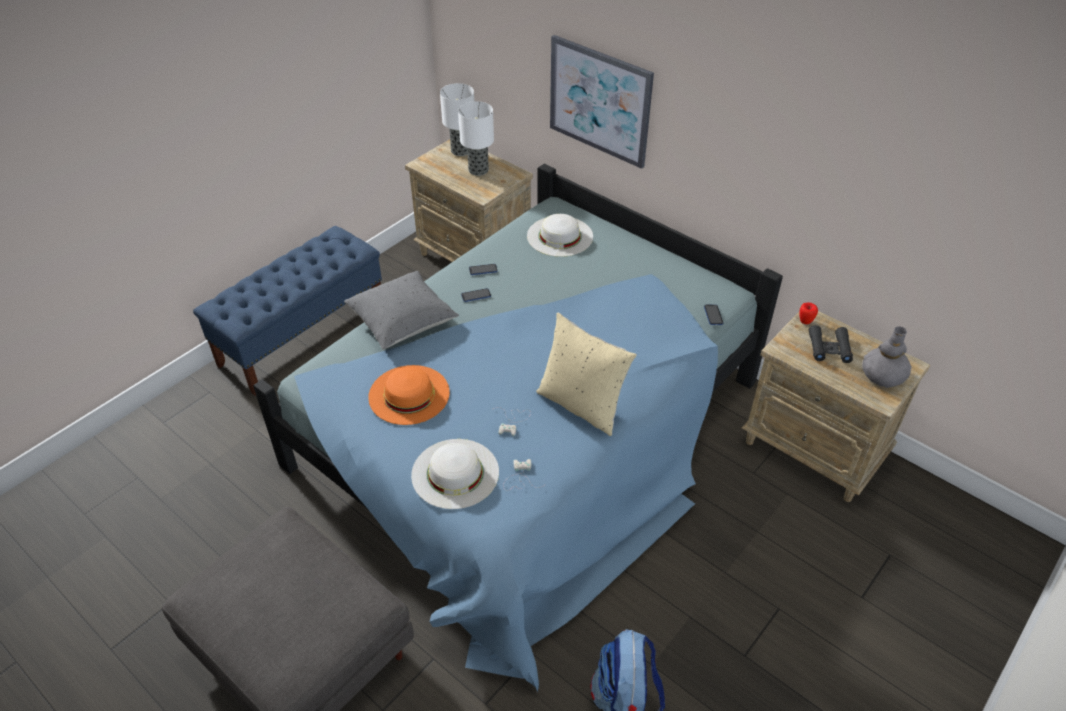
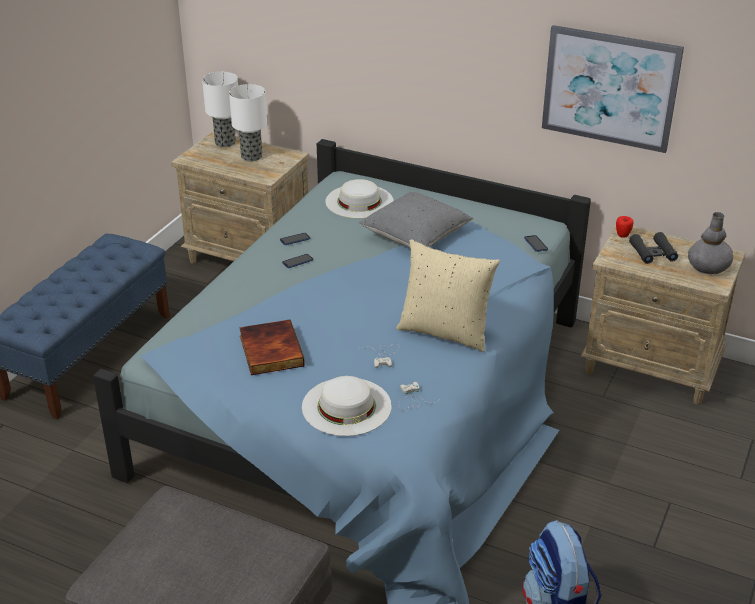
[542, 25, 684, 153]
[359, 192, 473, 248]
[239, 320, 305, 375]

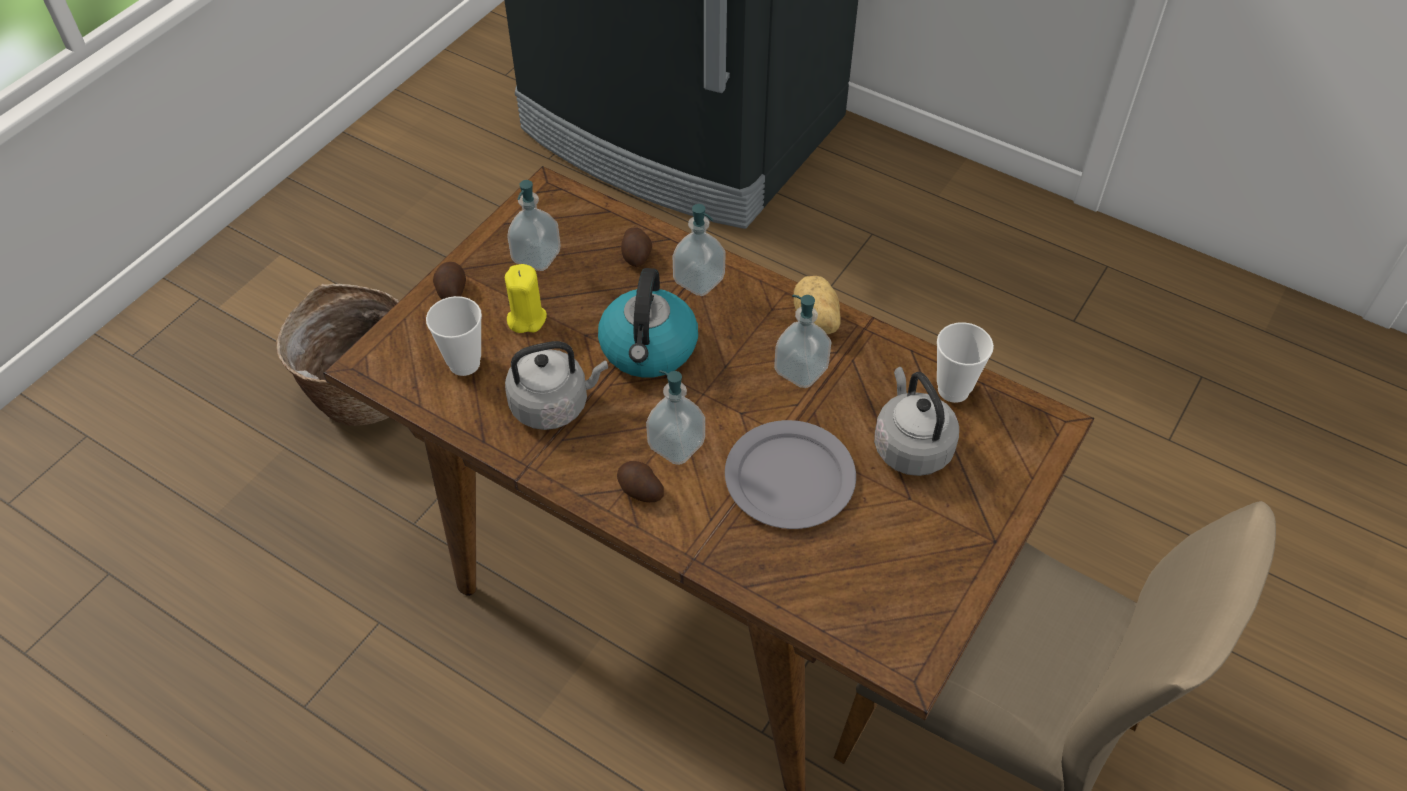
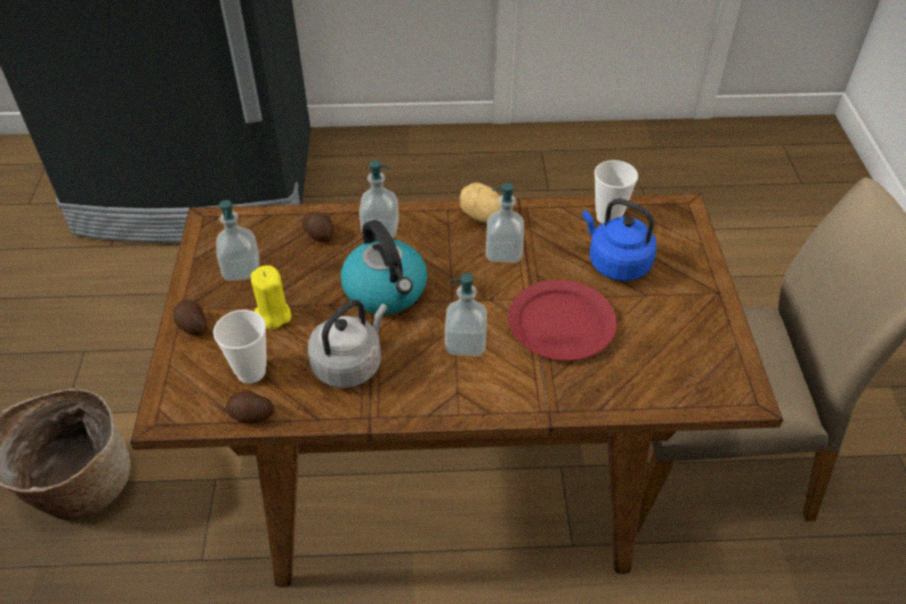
[582, 198, 657, 281]
[508, 280, 617, 361]
[225, 390, 275, 423]

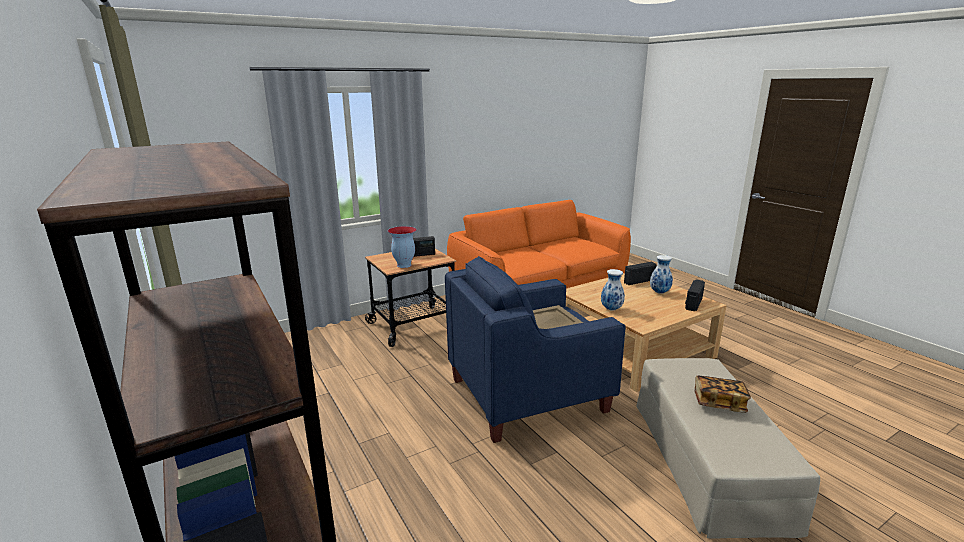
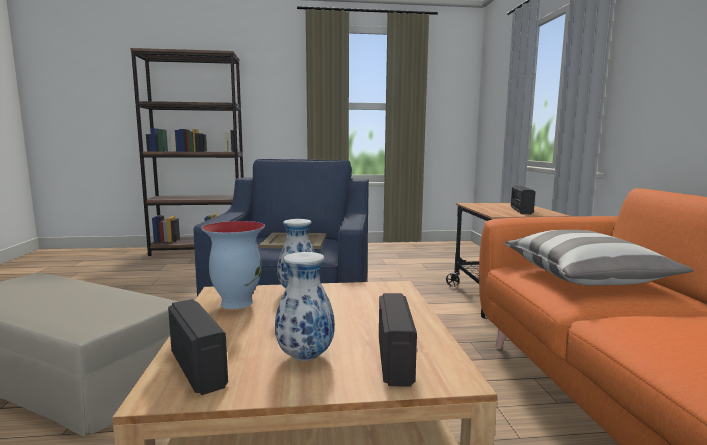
[201, 221, 265, 309]
[695, 375, 751, 413] (first image)
[504, 230, 693, 286]

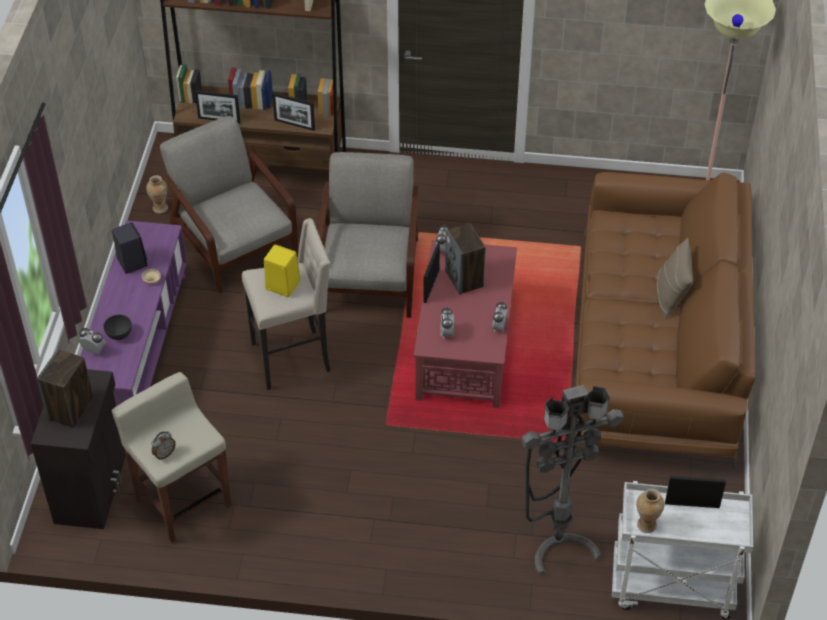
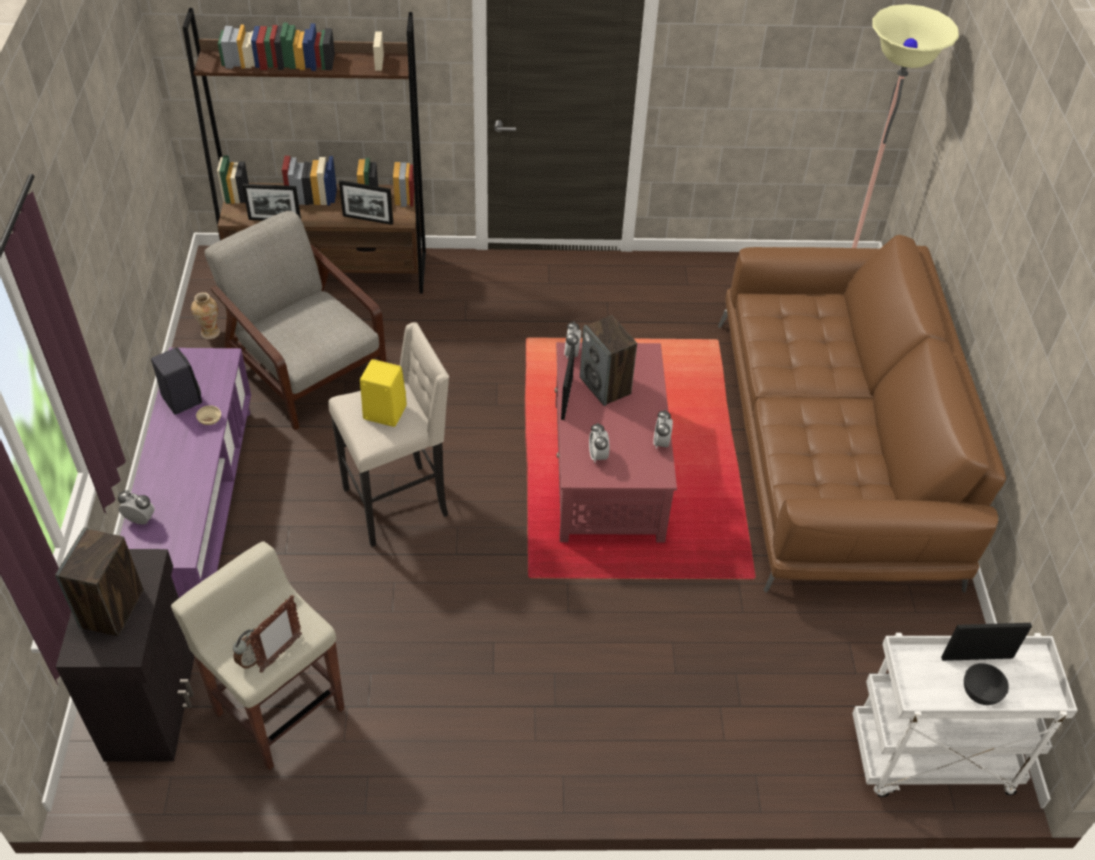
[317, 152, 418, 318] (first image)
[657, 238, 693, 319] (first image)
[964, 663, 1009, 705]
[522, 385, 624, 576] (first image)
[636, 489, 664, 533] (first image)
[249, 595, 302, 673]

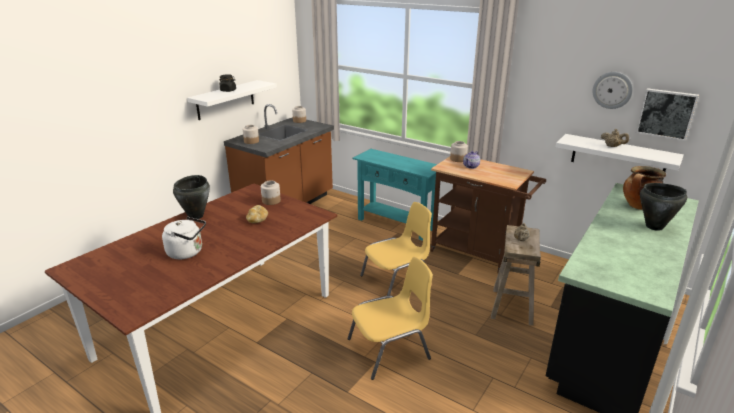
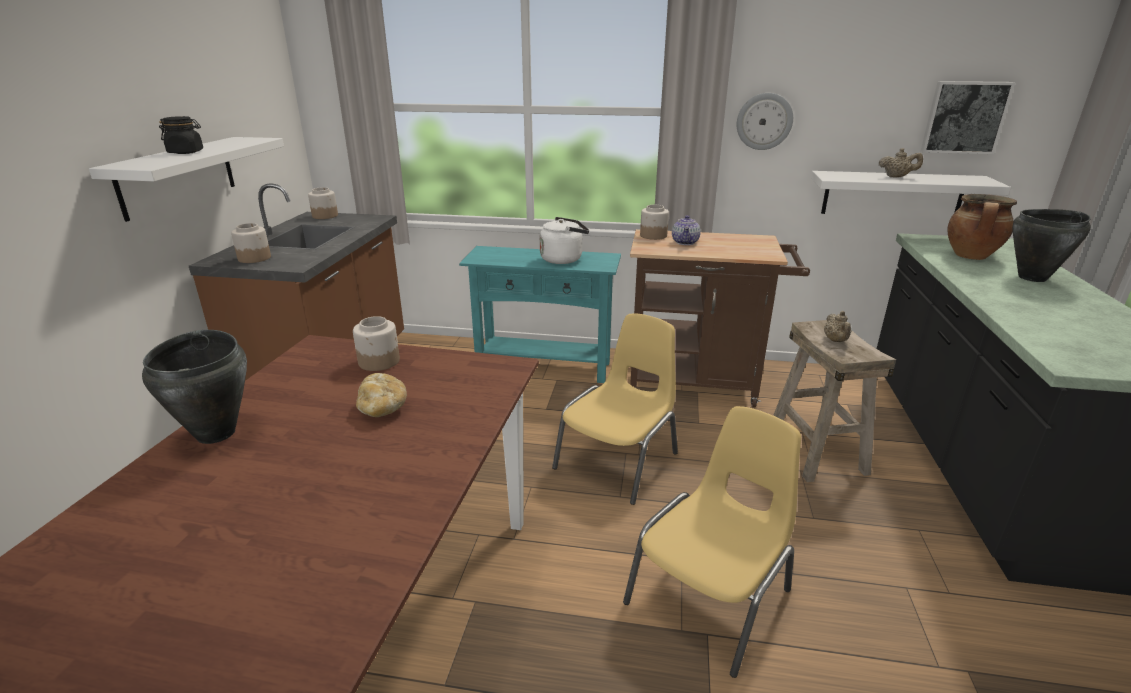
[737, 93, 793, 150]
[540, 217, 589, 264]

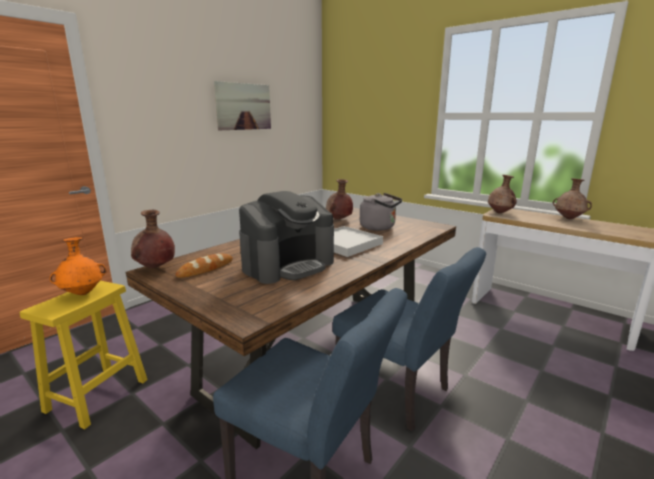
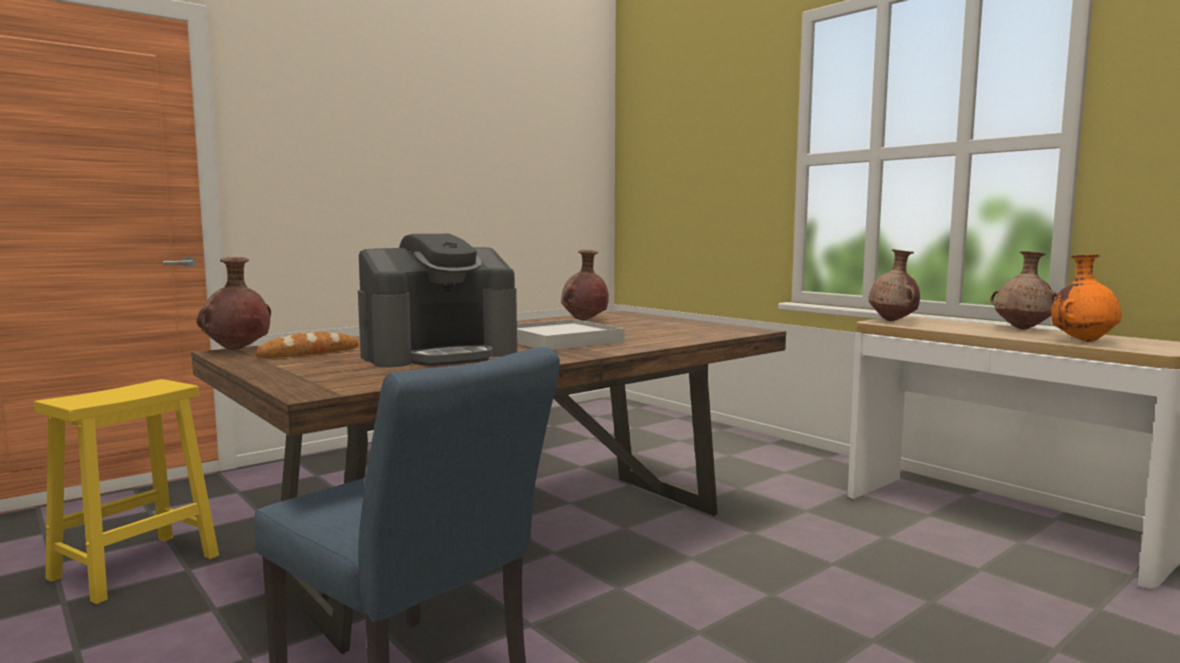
[214, 81, 271, 130] (first image)
[360, 193, 402, 231] (first image)
[1051, 254, 1121, 342]
[333, 247, 486, 431] (first image)

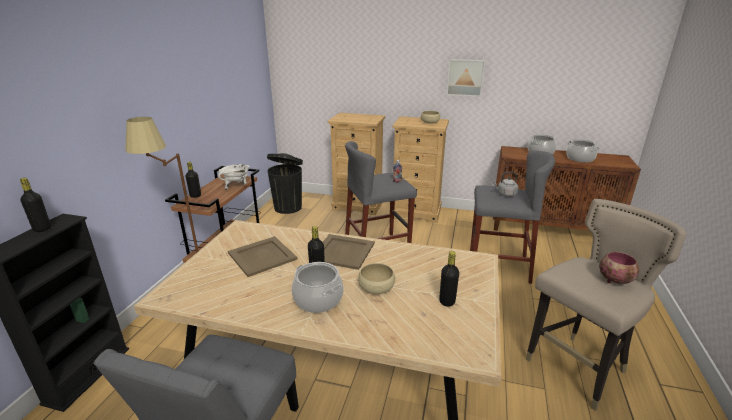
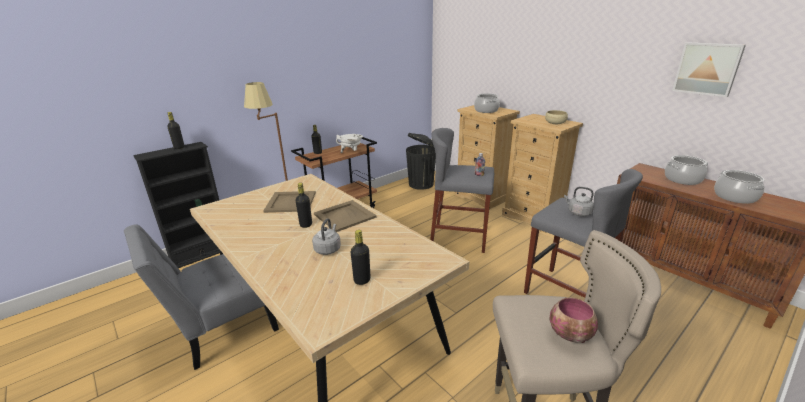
[672, 42, 746, 97]
[474, 93, 500, 113]
[312, 218, 341, 255]

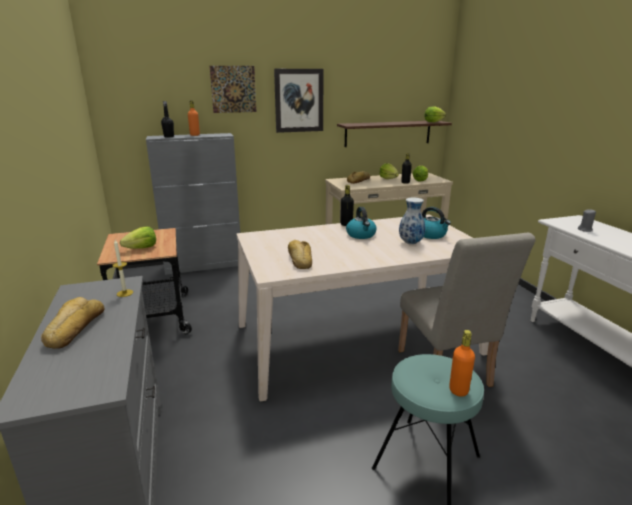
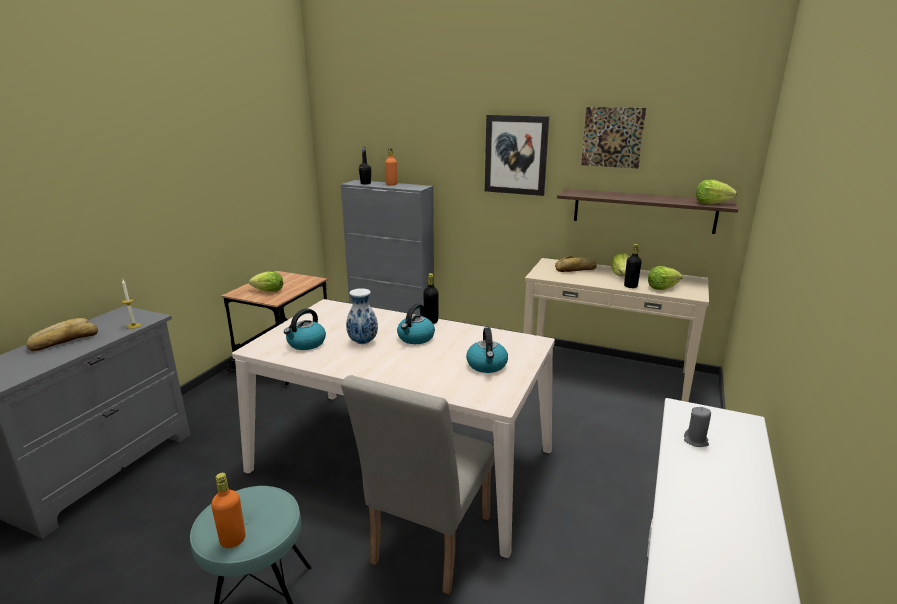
[581, 107, 646, 168]
[346, 288, 378, 344]
[284, 308, 326, 350]

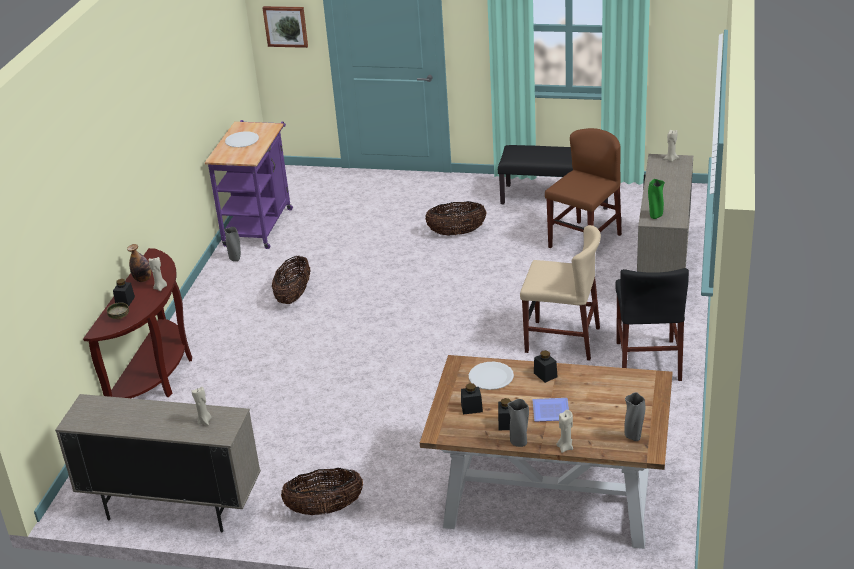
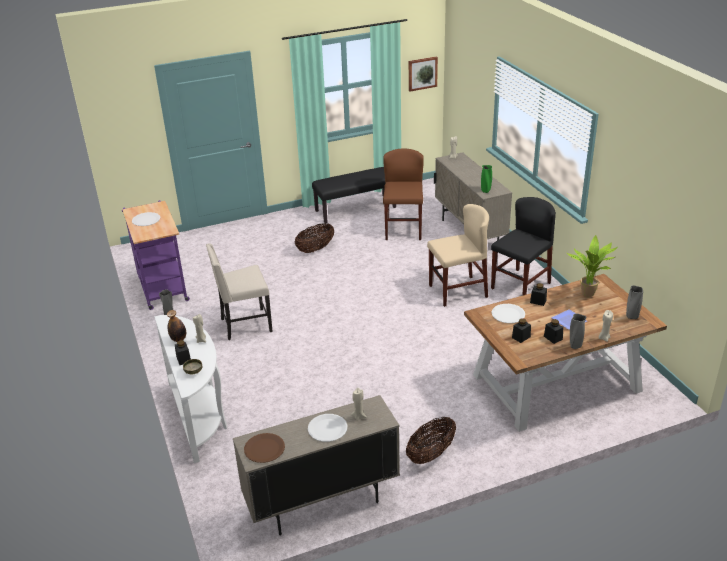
[409, 56, 438, 91]
[154, 315, 227, 463]
[206, 243, 273, 340]
[491, 197, 556, 296]
[567, 235, 618, 297]
[308, 414, 348, 442]
[244, 433, 285, 463]

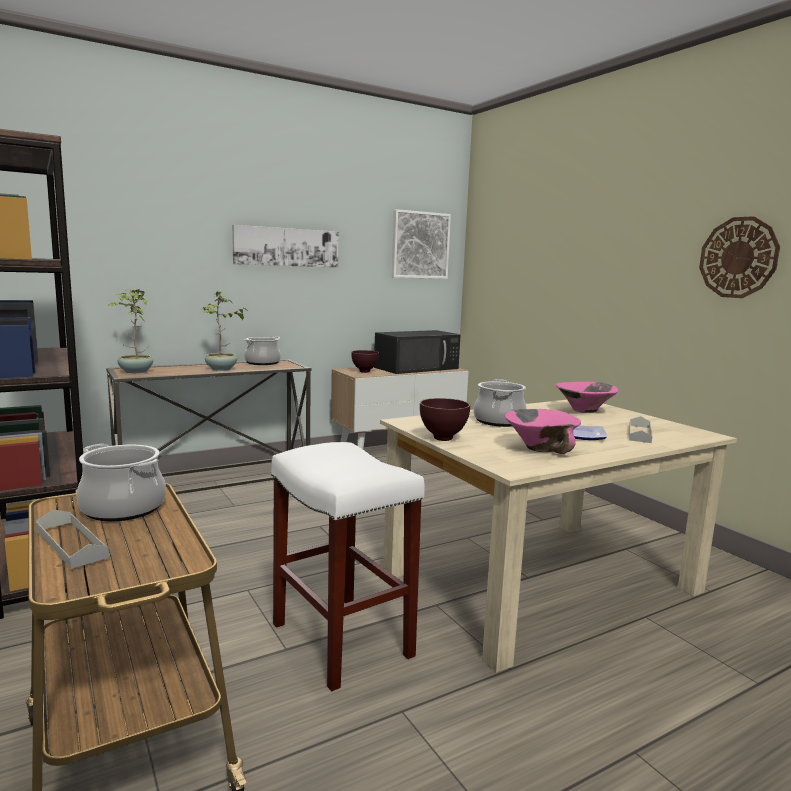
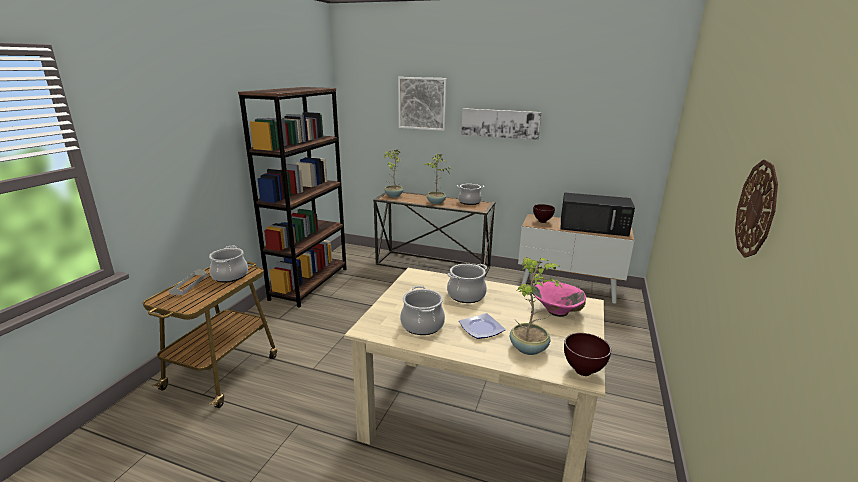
[398, 77, 447, 131]
[564, 333, 611, 376]
[400, 286, 445, 335]
[510, 257, 563, 355]
[271, 442, 425, 691] (first image)

